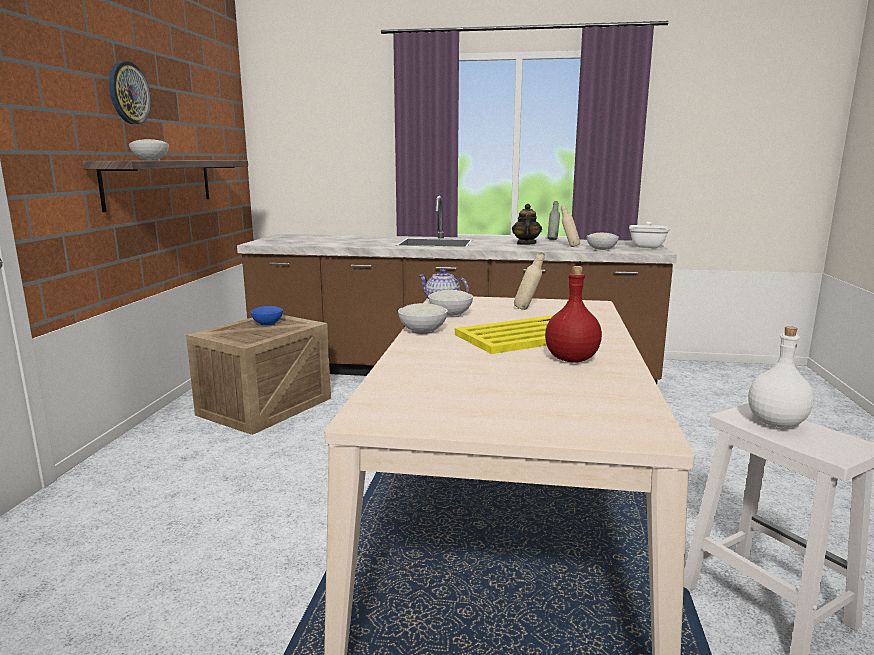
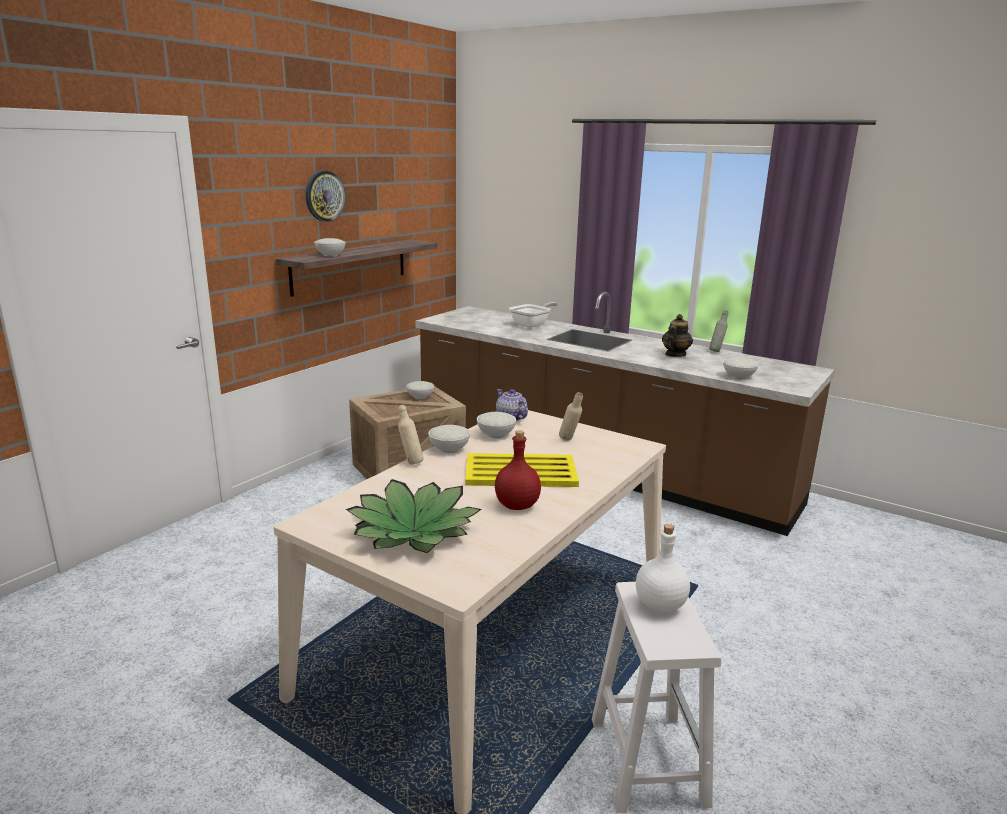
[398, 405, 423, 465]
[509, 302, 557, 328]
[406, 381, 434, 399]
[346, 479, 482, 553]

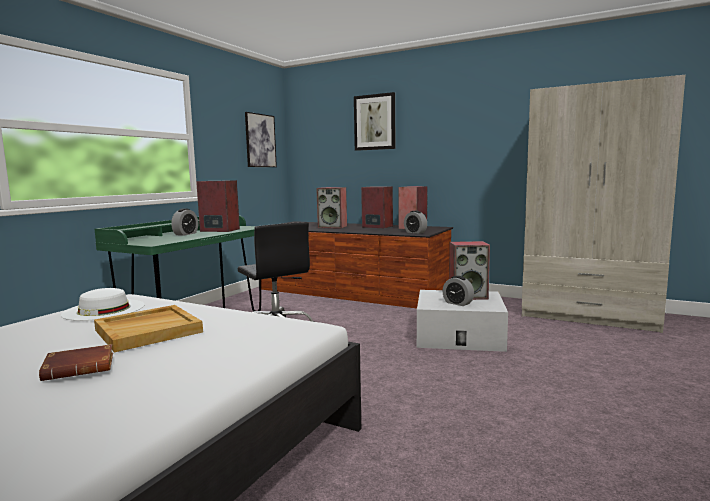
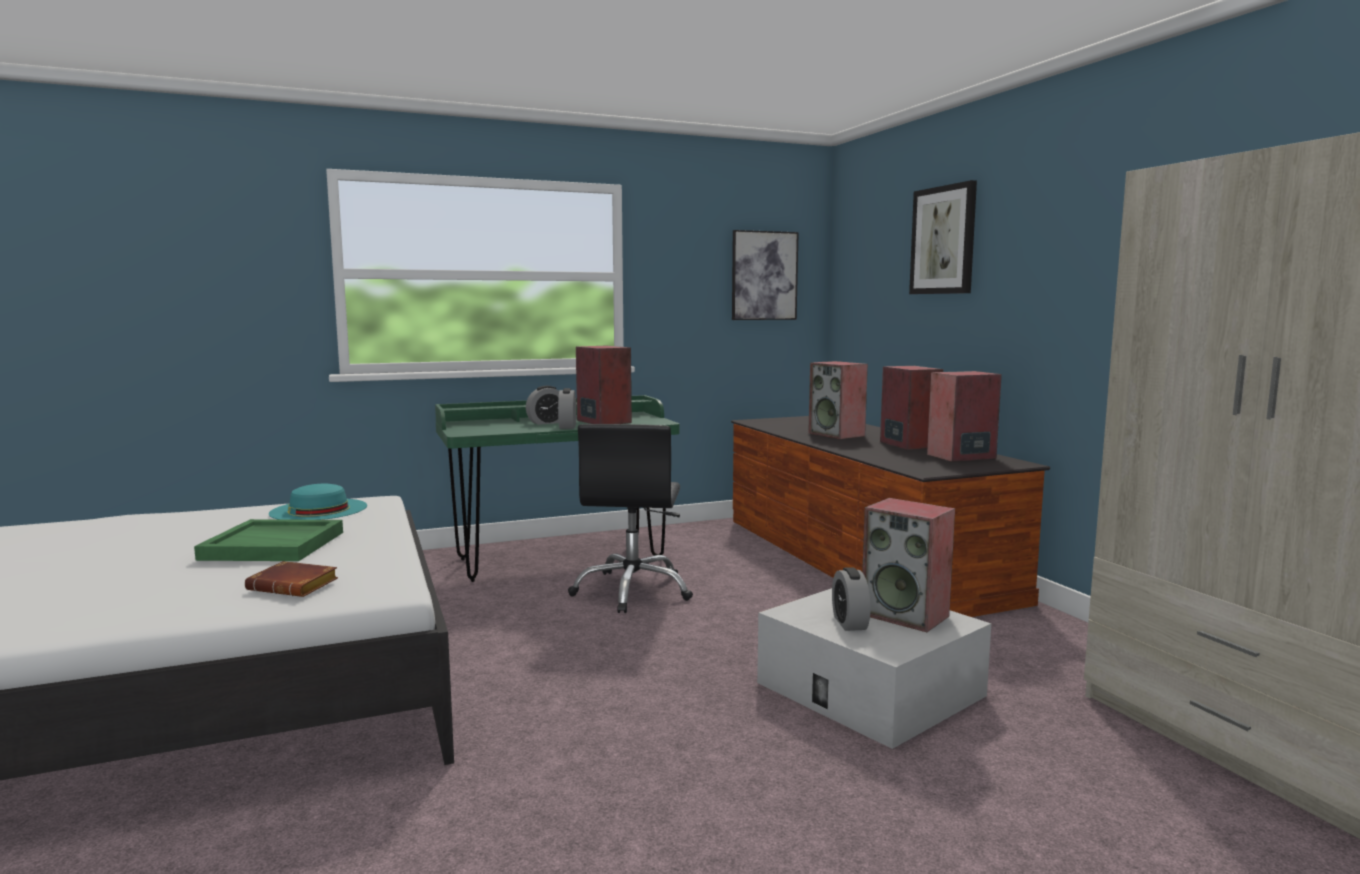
[558, 388, 576, 429]
[269, 484, 367, 520]
[194, 519, 343, 561]
[245, 561, 338, 597]

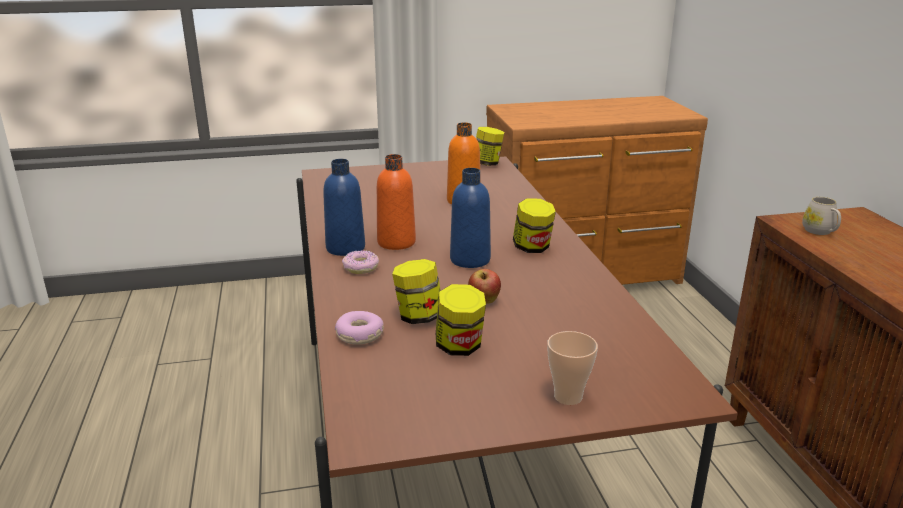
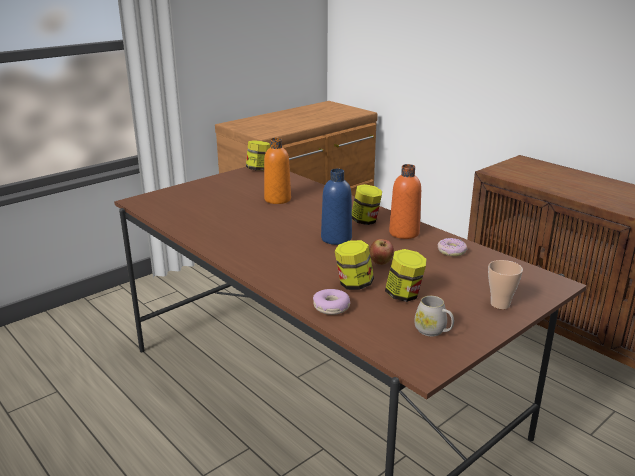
[389, 164, 421, 239]
[323, 159, 365, 256] (first image)
[414, 296, 454, 336]
[437, 238, 467, 256]

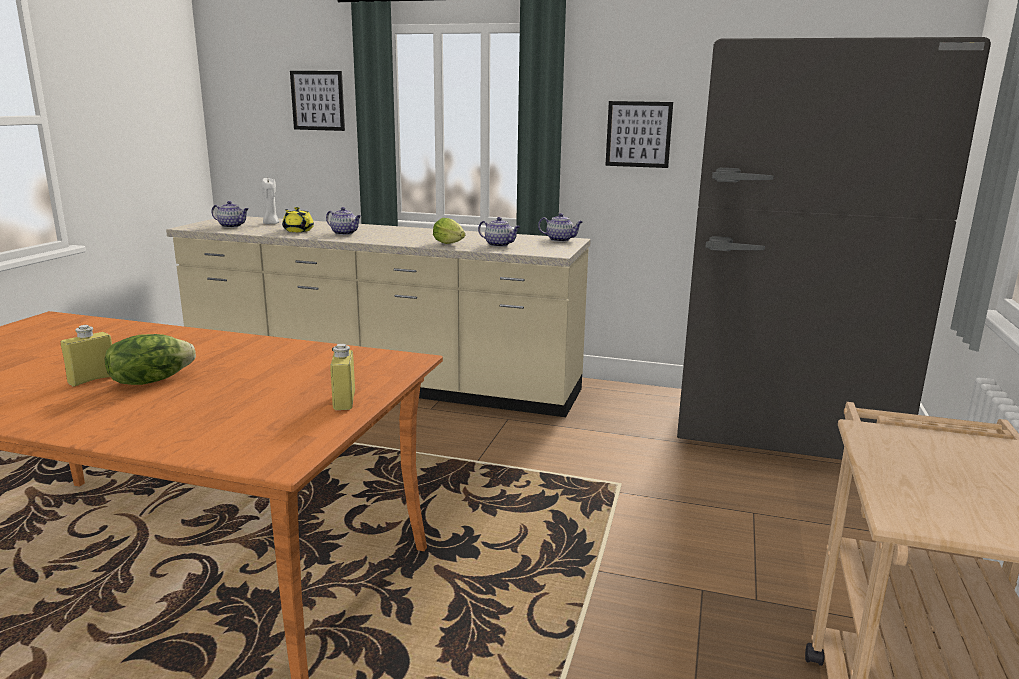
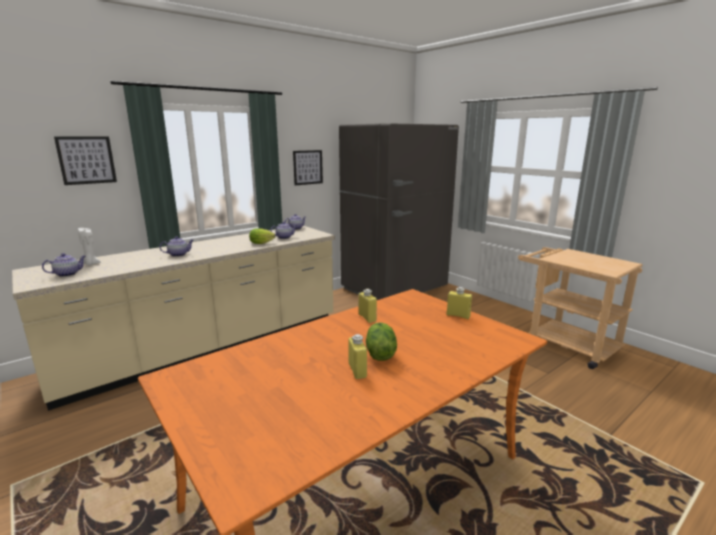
[282, 207, 314, 232] (first image)
[358, 289, 377, 323]

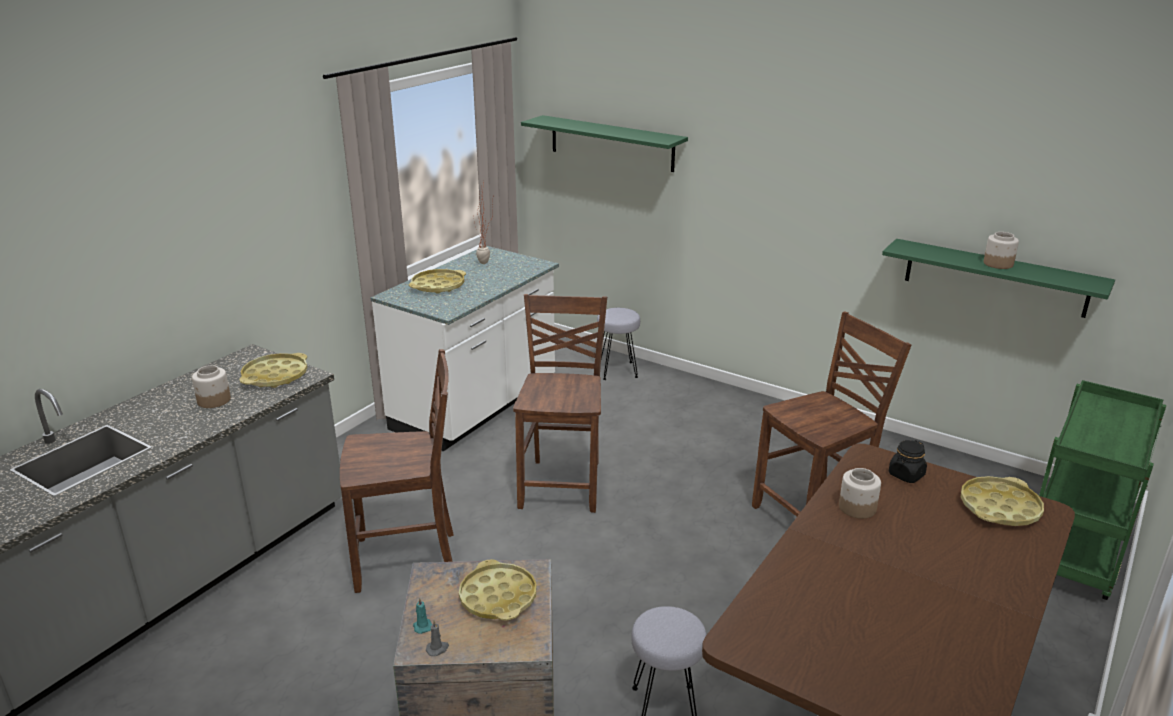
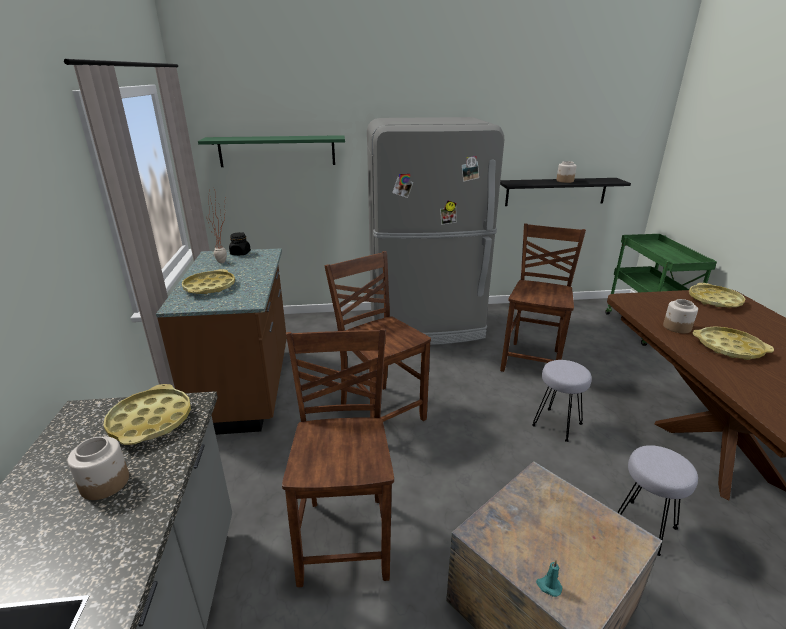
[500, 178, 631, 206]
[156, 248, 287, 435]
[532, 360, 592, 442]
[282, 328, 394, 587]
[229, 232, 251, 255]
[693, 326, 774, 360]
[426, 620, 449, 656] (first image)
[367, 117, 504, 345]

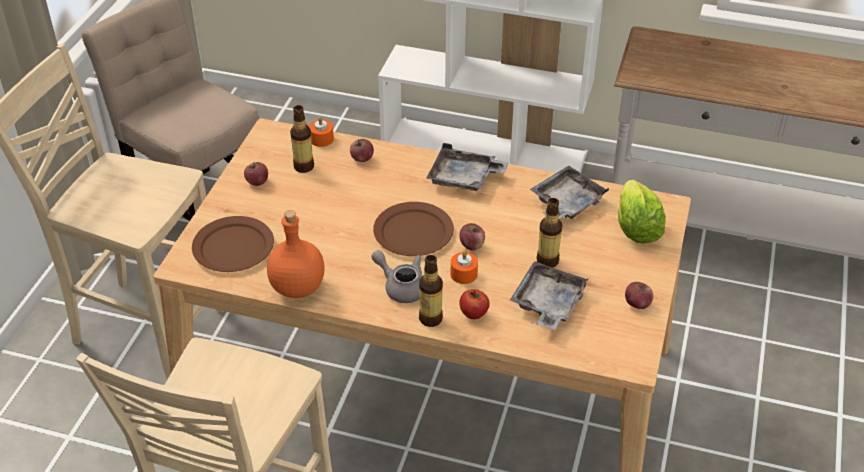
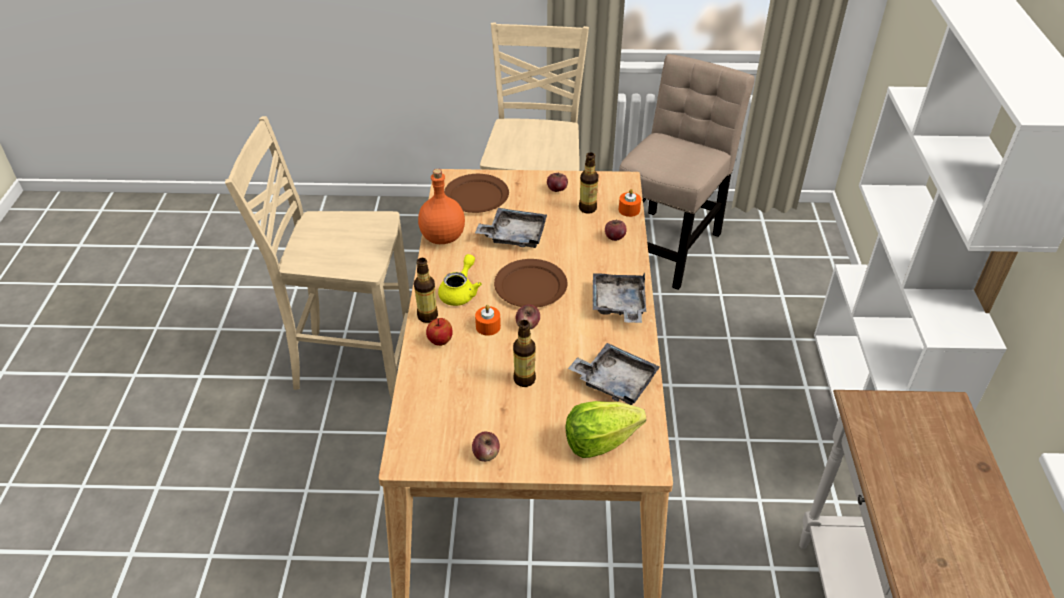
[438, 254, 482, 306]
[475, 208, 547, 248]

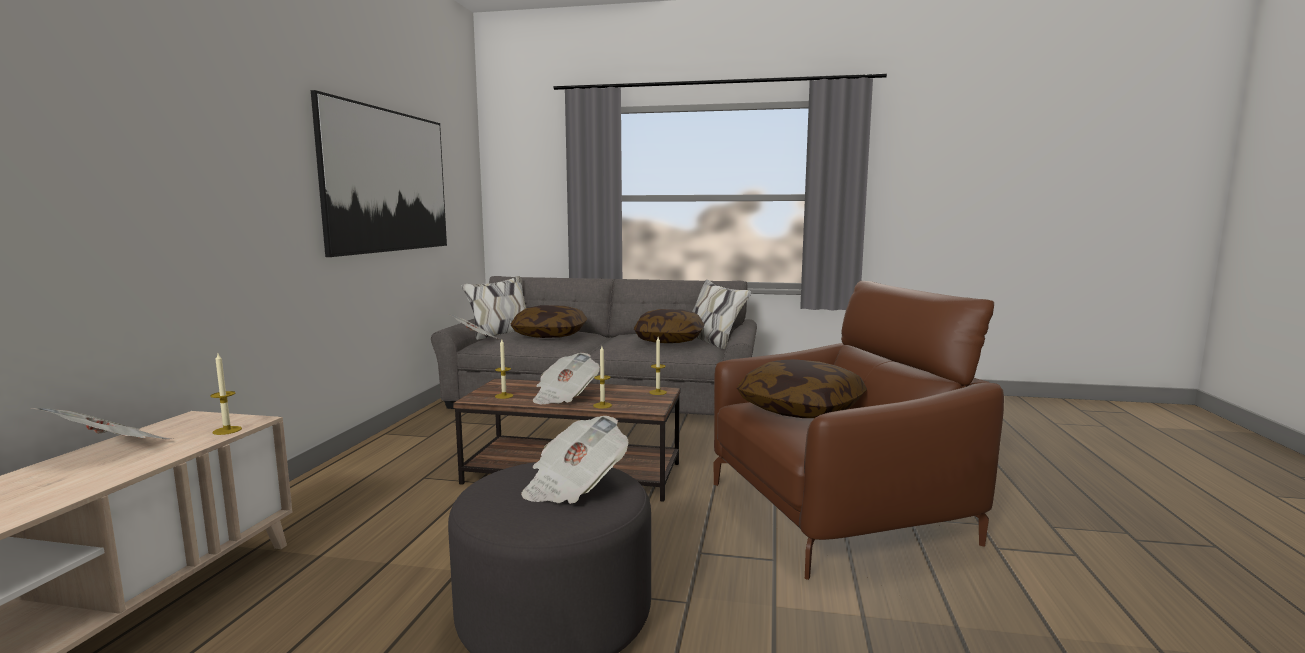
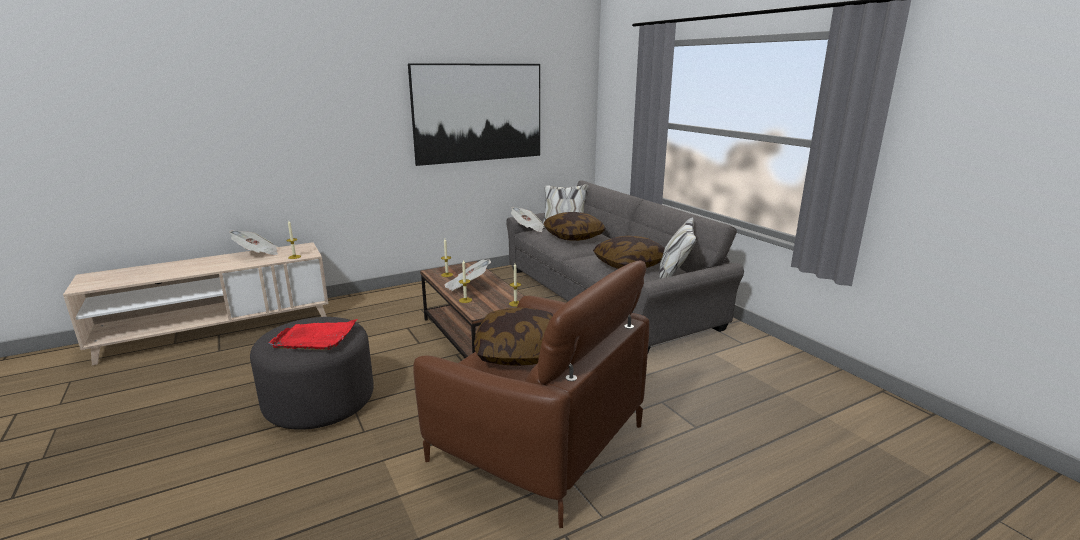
[269, 319, 358, 350]

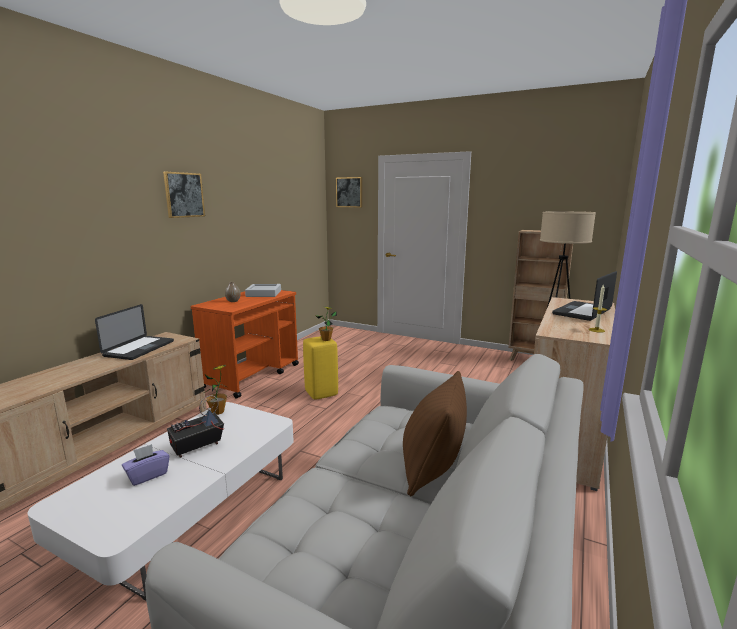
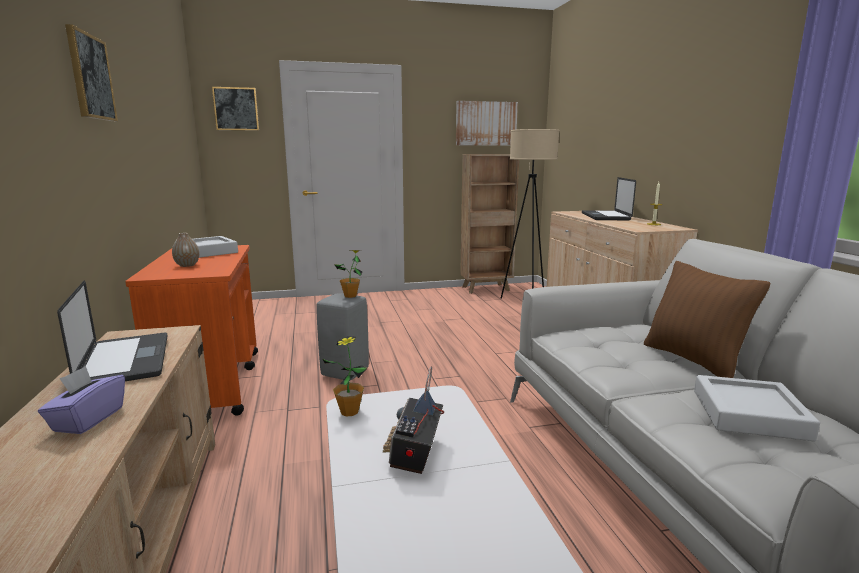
[316, 293, 369, 380]
[38, 366, 125, 434]
[456, 101, 518, 146]
[694, 375, 820, 441]

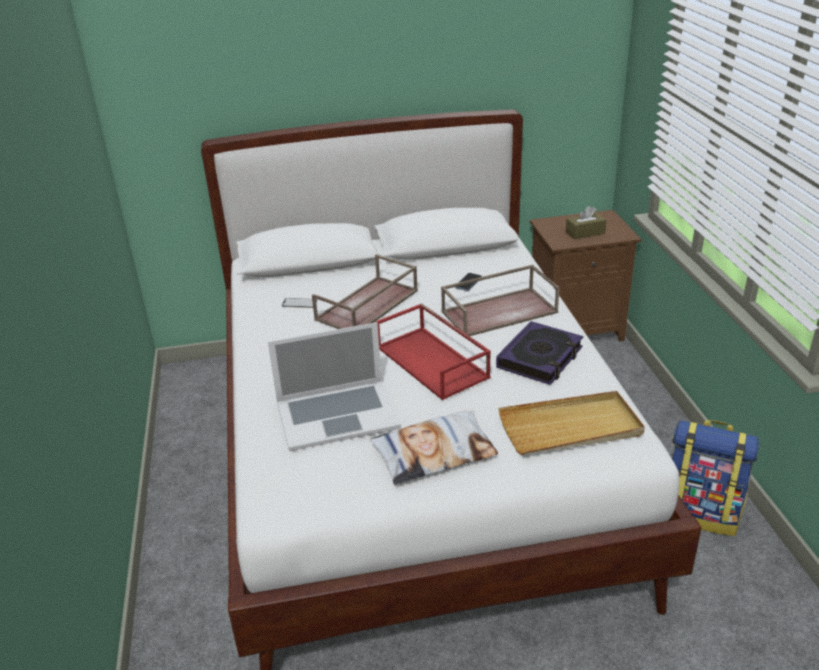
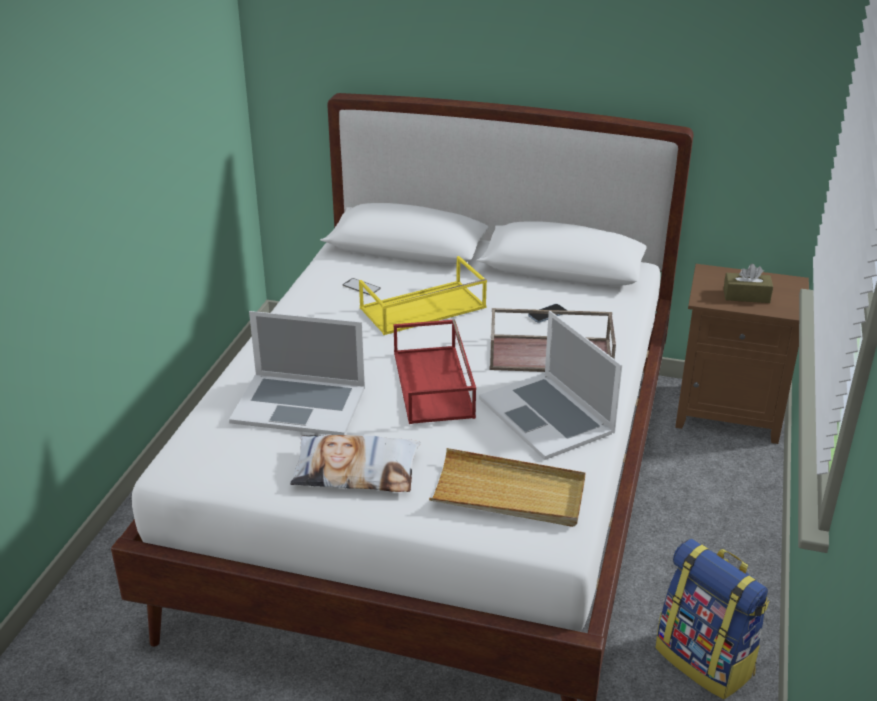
[359, 256, 487, 335]
[479, 311, 622, 460]

